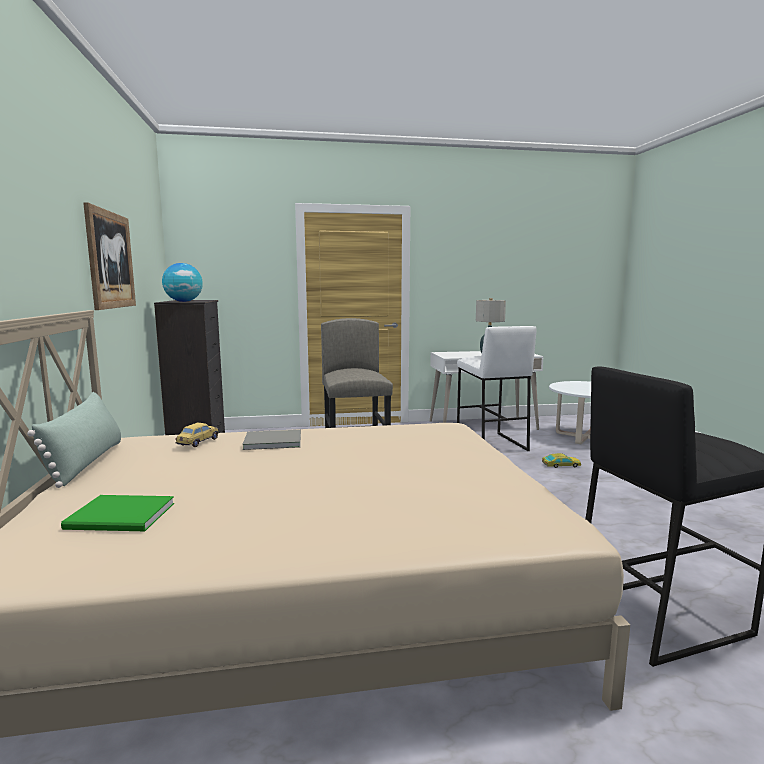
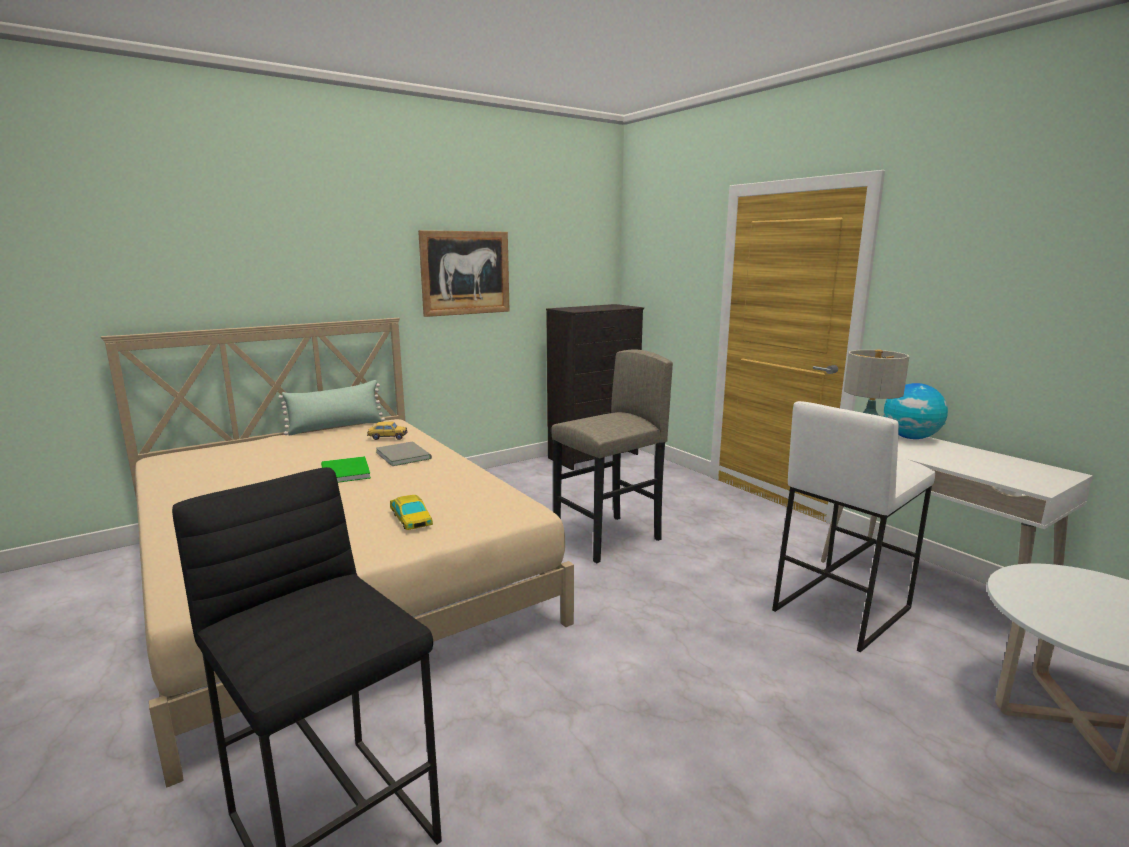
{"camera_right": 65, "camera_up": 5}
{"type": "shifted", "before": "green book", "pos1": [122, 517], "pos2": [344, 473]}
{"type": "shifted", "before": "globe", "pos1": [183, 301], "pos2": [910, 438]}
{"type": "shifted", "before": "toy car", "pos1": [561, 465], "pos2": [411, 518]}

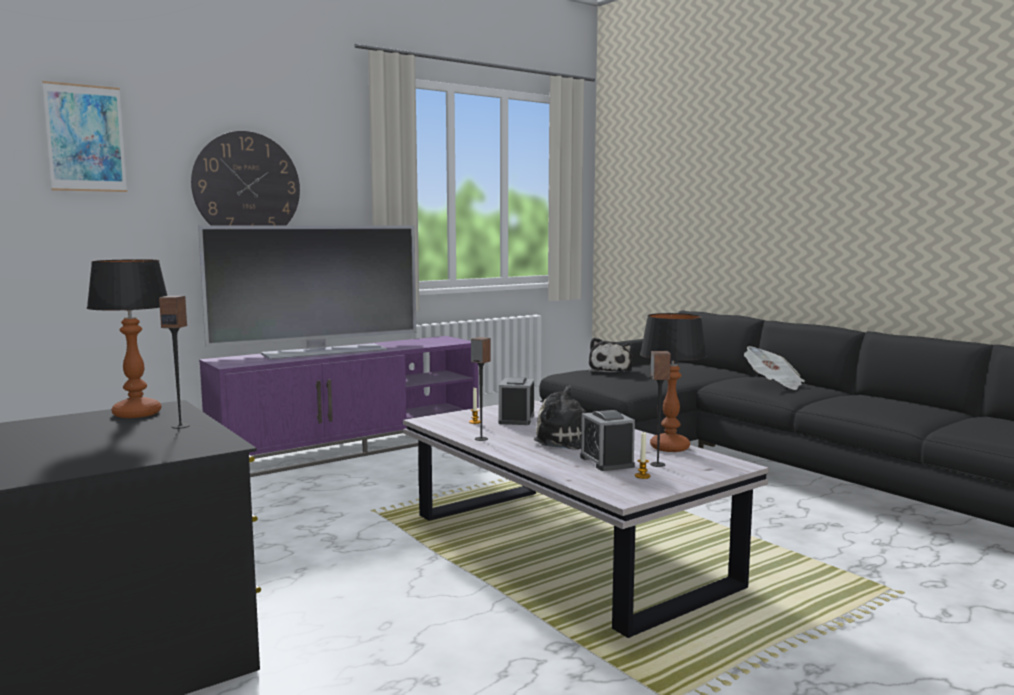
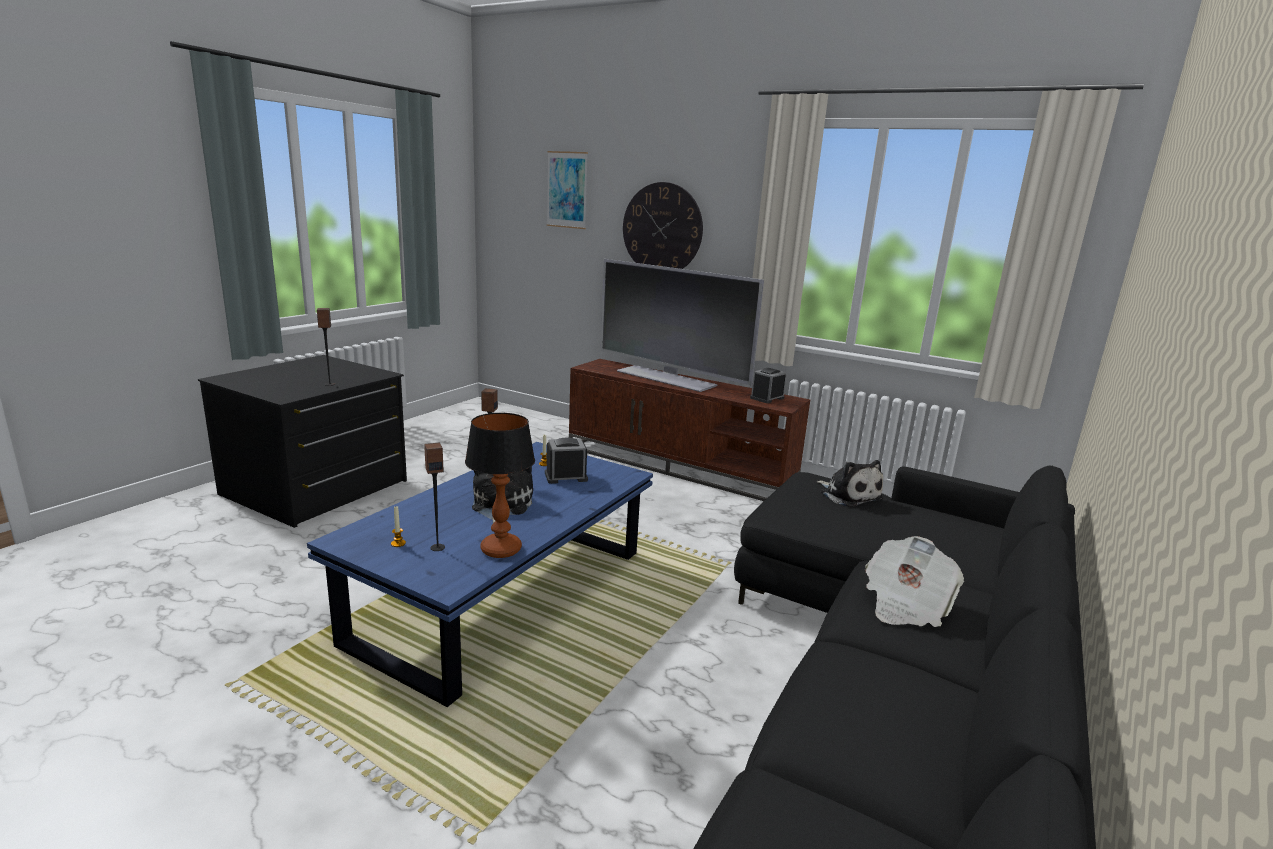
{"camera_right": 65, "camera_up": 10}
{"type": "gone", "before": "table lamp", "pos1": [136, 414]}
{"type": "shifted", "before": "alarm clock", "pos1": [606, 461], "pos2": [767, 398]}
{"type": "repainted", "before": "purple tv stand", "after": "brown tv stand", "pos1": [352, 448], "pos2": [680, 466]}
{"type": "repainted", "before": "white coffee table", "after": "blue coffee table", "pos1": [565, 551], "pos2": [503, 596]}
{"type": "rotated", "before": "plush toy", "pos1": [611, 370], "pos2": [848, 495], "turn": -105}

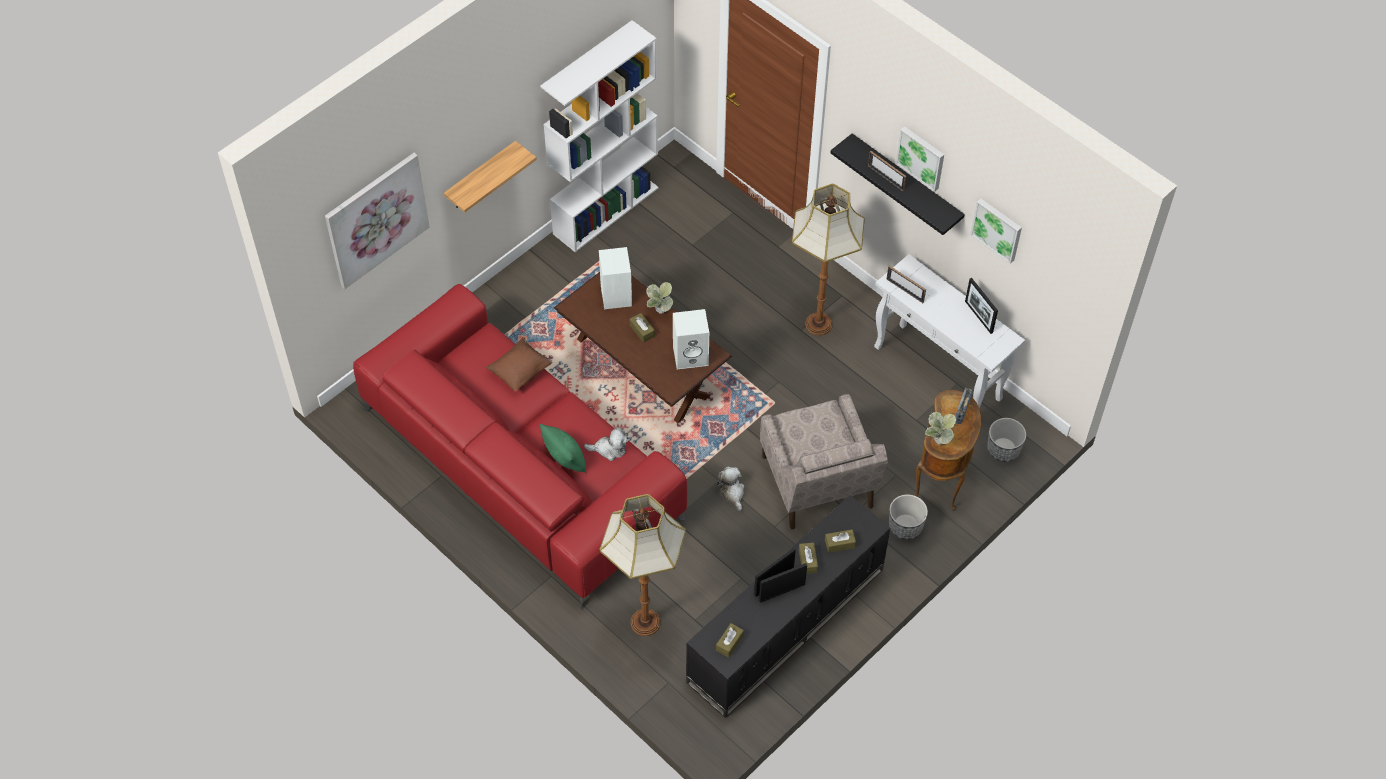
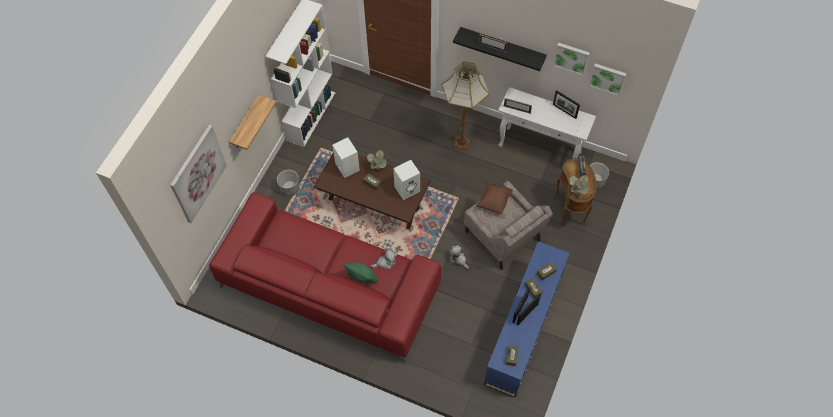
{"camera_right": -20, "camera_up": 5}
{"type": "gone", "before": "floor lamp", "pos1": [644, 623]}
{"type": "shifted", "before": "brown pillow", "pos1": [520, 372], "pos2": [494, 201]}
{"type": "shifted", "before": "planter", "pos1": [905, 526], "pos2": [290, 188]}
{"type": "shifted", "before": "picture", "pos1": [921, 157], "pos2": [607, 78]}
{"type": "repainted", "before": "black tv stand", "after": "blue tv stand", "pos1": [786, 627], "pos2": [524, 329]}

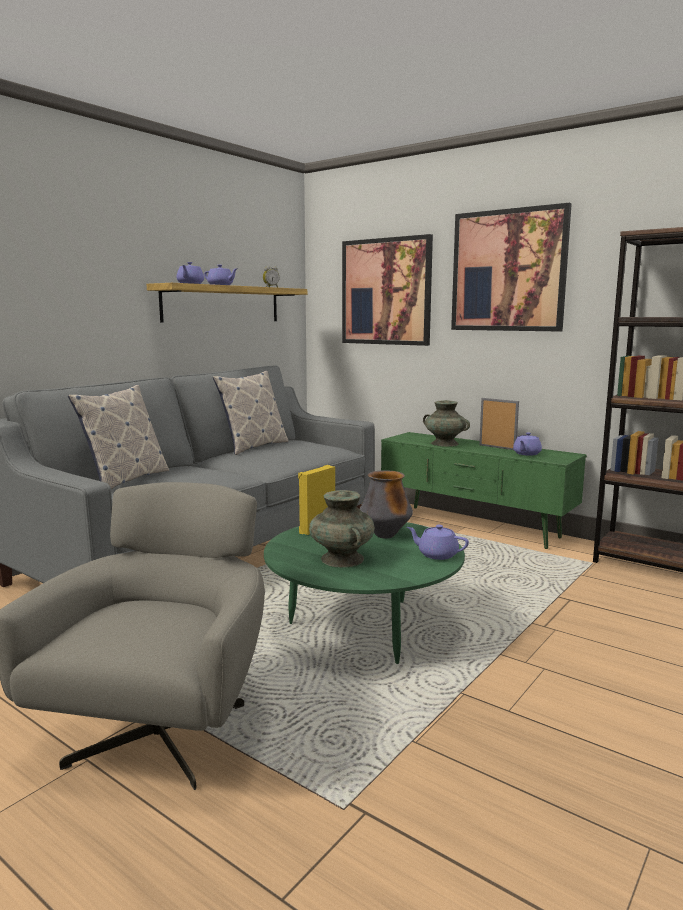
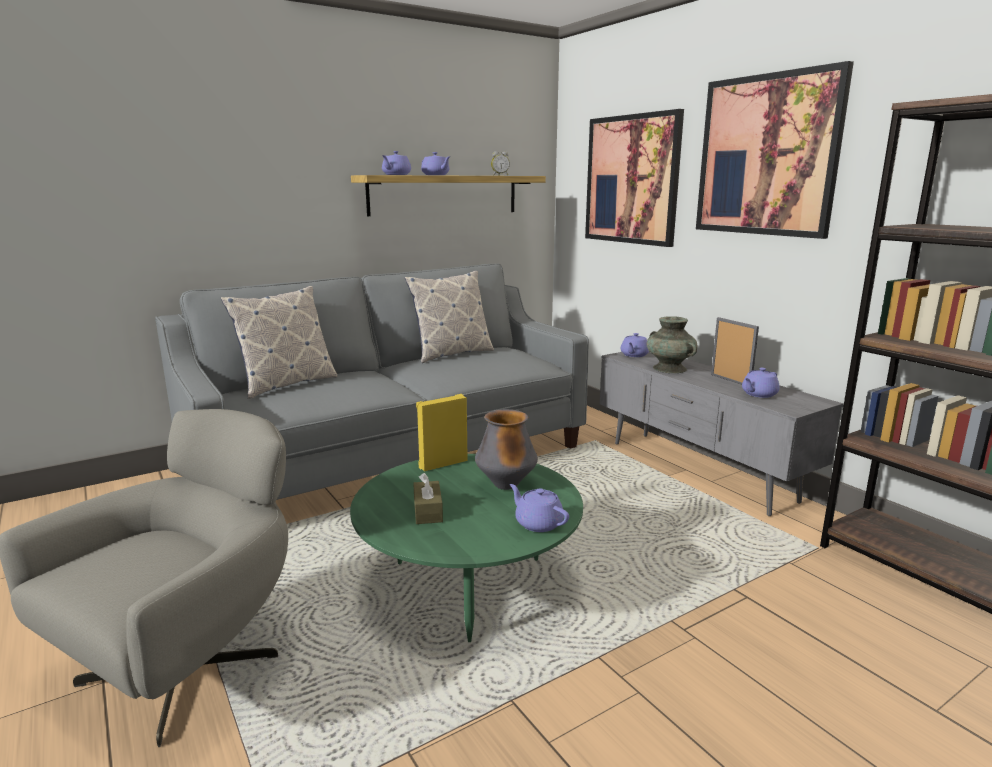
{"camera_right": 20, "camera_up": 5}
{"type": "new", "after": "purple teapot", "pos2": [634, 355]}
{"type": "swapped", "before": "turquoise vase", "after": "brown tissue box", "pos1": [342, 559], "pos2": [428, 511]}
{"type": "repainted", "before": "green tv stand", "after": "grey tv stand", "pos1": [474, 527], "pos2": [697, 471]}

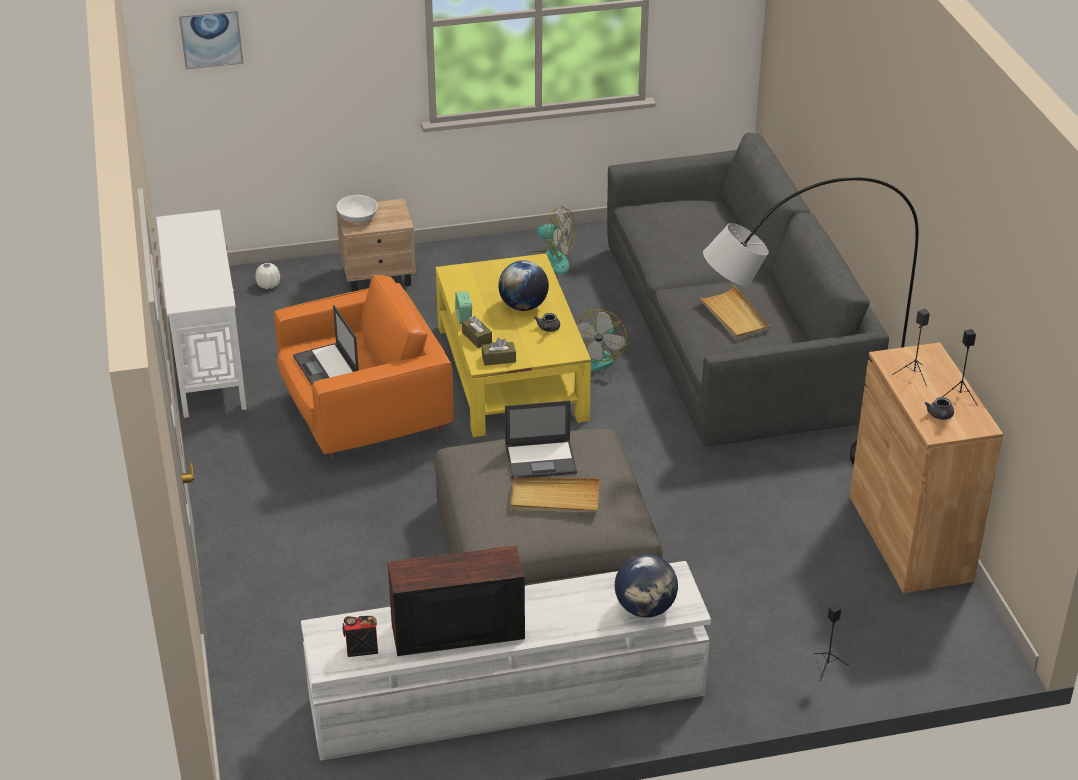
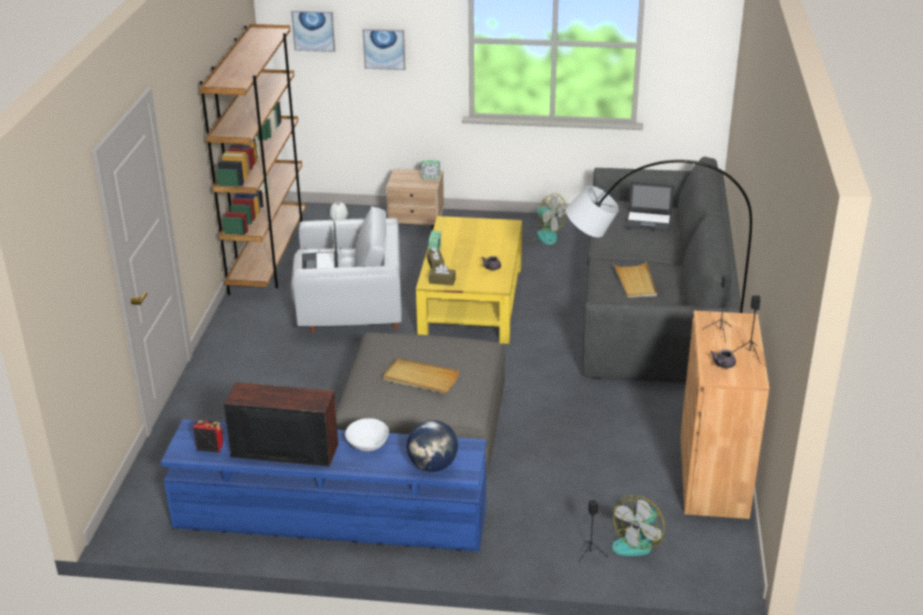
{"camera_right": 20, "camera_up": -5}
{"type": "gone", "before": "globe", "pos1": [523, 306]}
{"type": "new", "after": "picture", "pos2": [384, 48]}
{"type": "new", "after": "alarm clock", "pos2": [430, 177]}
{"type": "shifted", "before": "white bowl", "pos1": [357, 218], "pos2": [367, 444]}
{"type": "shifted", "before": "laptop", "pos1": [541, 459], "pos2": [649, 221]}
{"type": "shifted", "before": "fan", "pos1": [597, 357], "pos2": [638, 541]}
{"type": "swapped", "before": "white console table", "after": "brown bookcase", "pos1": [209, 362], "pos2": [269, 258]}
{"type": "repainted", "before": "orange armchair", "after": "white armchair", "pos1": [364, 417], "pos2": [349, 311]}
{"type": "repainted", "before": "white tv stand", "after": "blue tv stand", "pos1": [507, 698], "pos2": [331, 518]}

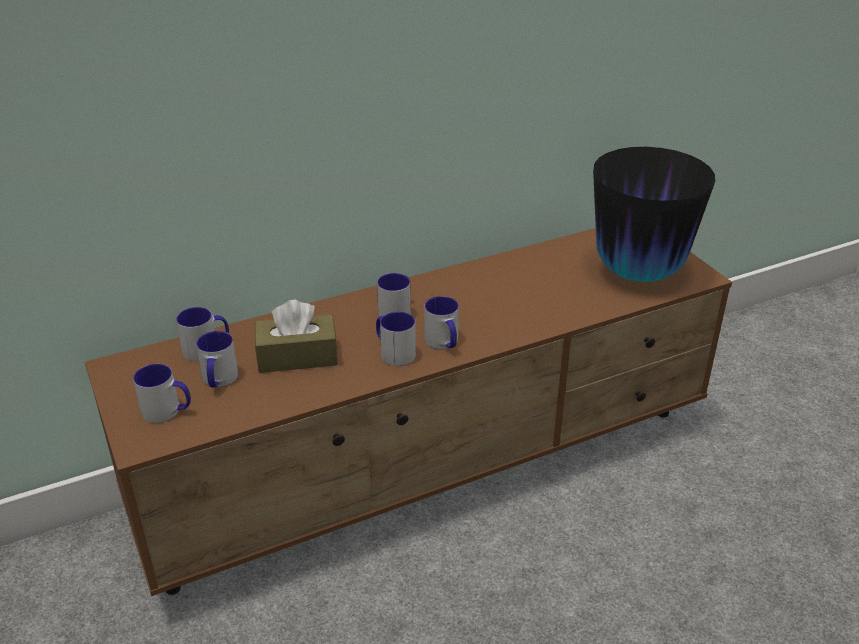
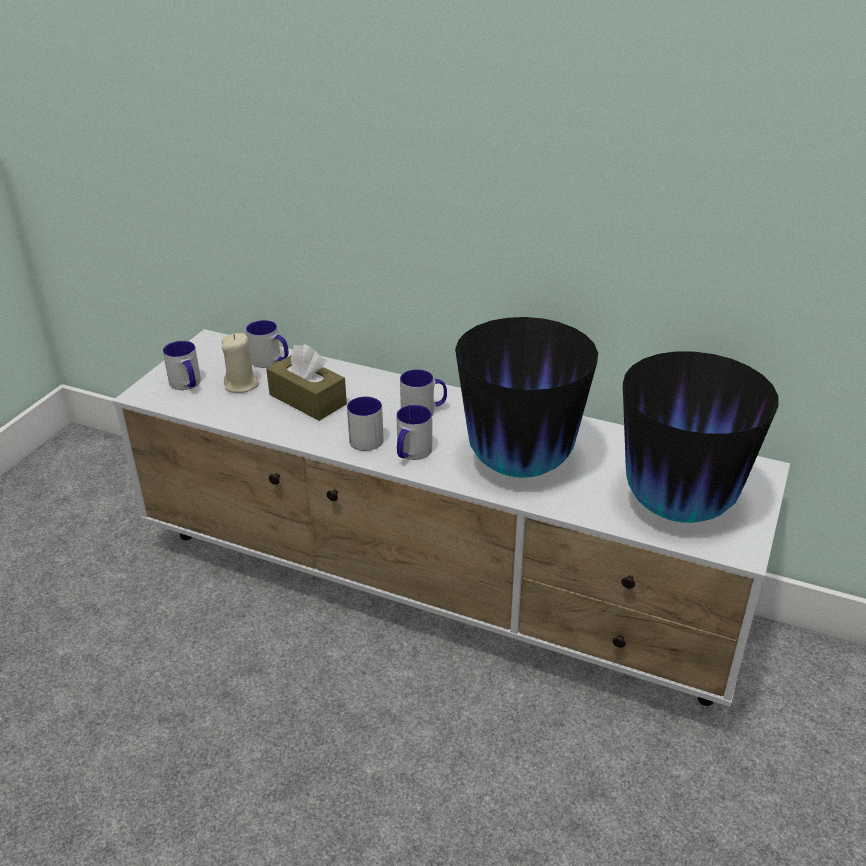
{"camera_right": 50, "camera_up": 0}
{"type": "new", "after": "vase", "pos2": [519, 464]}
{"type": "swapped", "before": "mug", "after": "beige candle", "pos1": [218, 380], "pos2": [241, 384]}
{"type": "repainted", "before": "brown tv stand", "after": "white tv stand", "pos1": [432, 470], "pos2": [437, 589]}

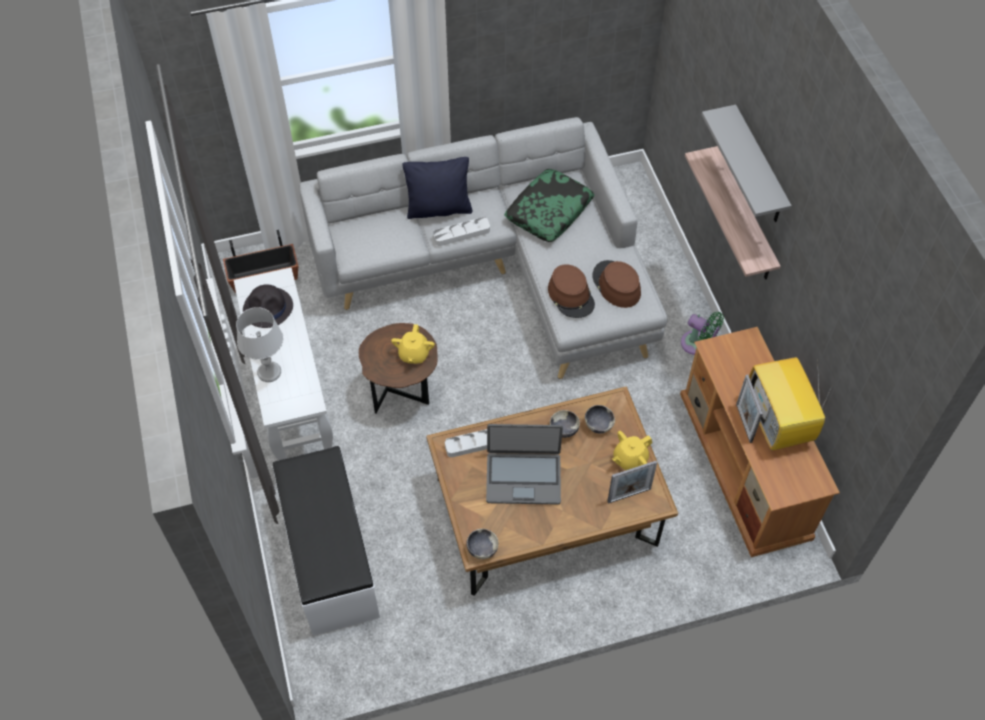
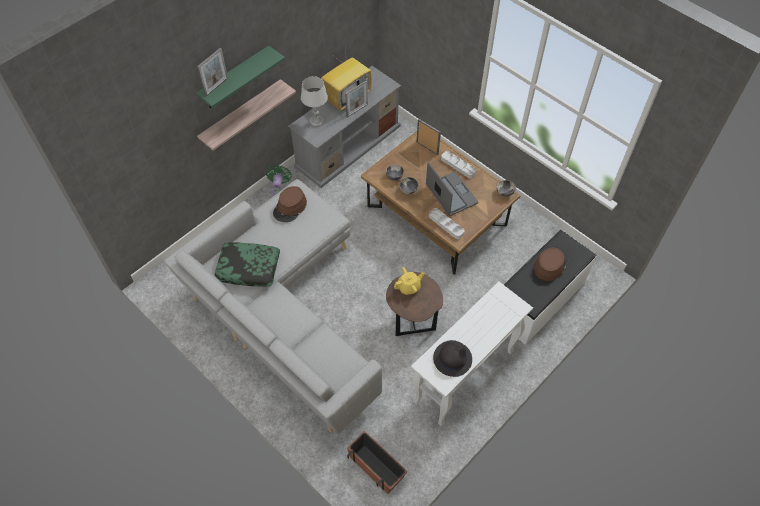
{"camera_right": -120, "camera_up": 0}
{"type": "gone", "before": "black pillow", "pos1": [439, 209]}
{"type": "gone", "before": "yellow teapot", "pos1": [629, 459]}
{"type": "new", "after": "picture frame", "pos2": [216, 87]}
{"type": "shifted", "before": "grey table lamp", "pos1": [269, 372], "pos2": [316, 121]}
{"type": "shifted", "before": "grey tray", "pos1": [461, 233], "pos2": [458, 166]}
{"type": "shifted", "before": "brown hat", "pos1": [571, 296], "pos2": [550, 263]}
{"type": "repainted", "before": "brown tv stand", "after": "grey tv stand", "pos1": [746, 465], "pos2": [348, 145]}
{"type": "repainted", "before": "grey shelf", "after": "green shelf", "pos1": [759, 168], "pos2": [235, 79]}

